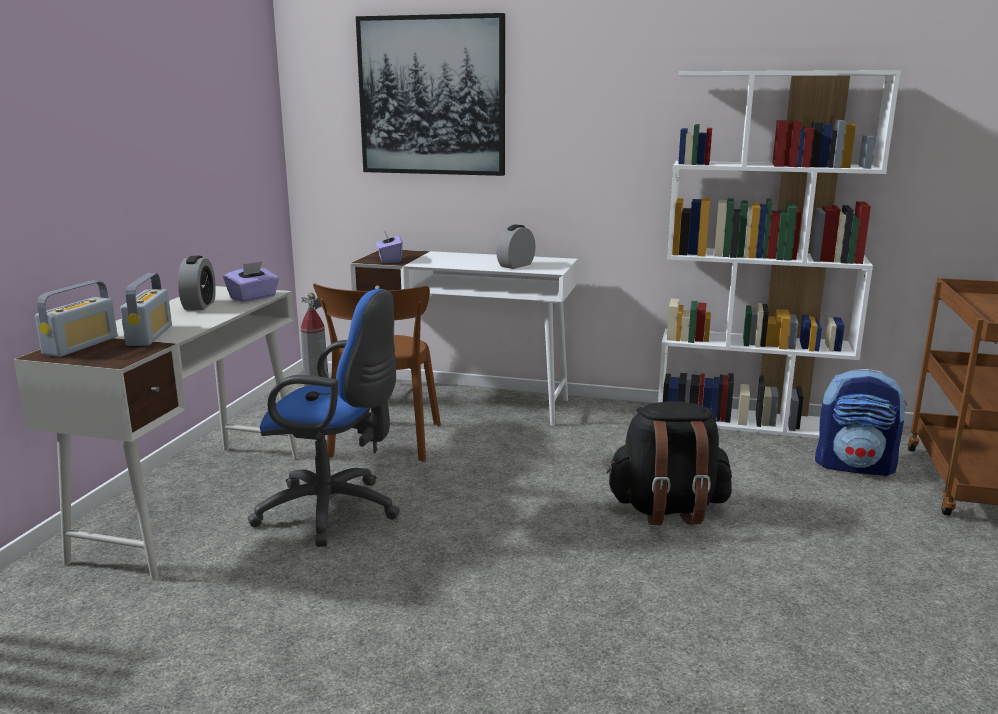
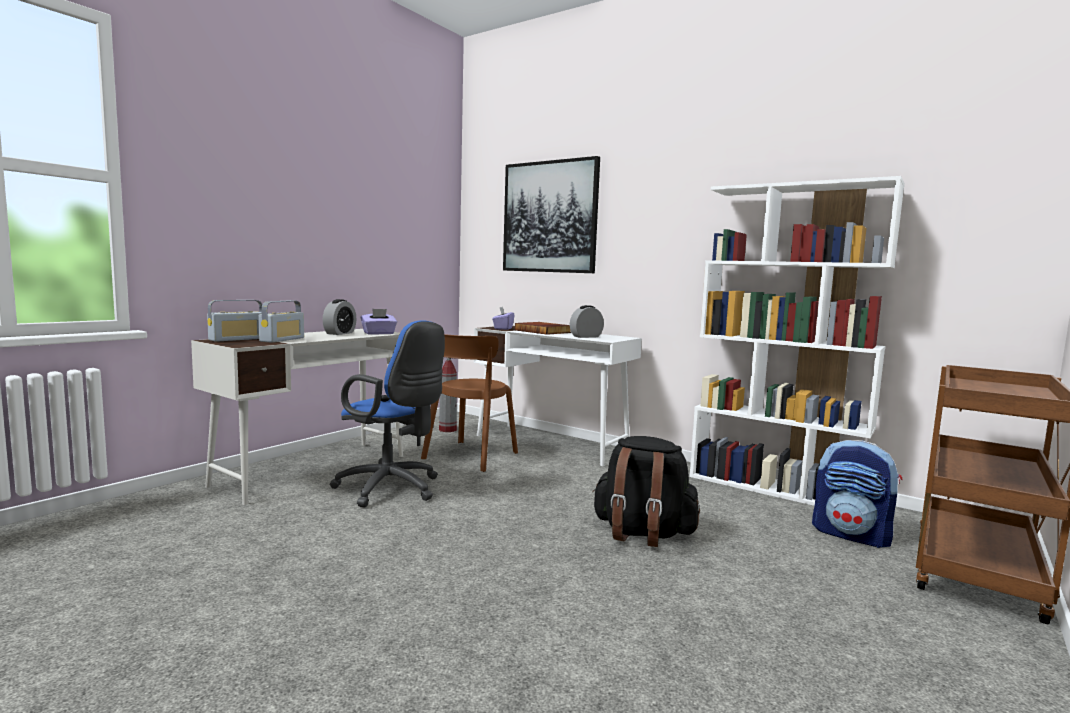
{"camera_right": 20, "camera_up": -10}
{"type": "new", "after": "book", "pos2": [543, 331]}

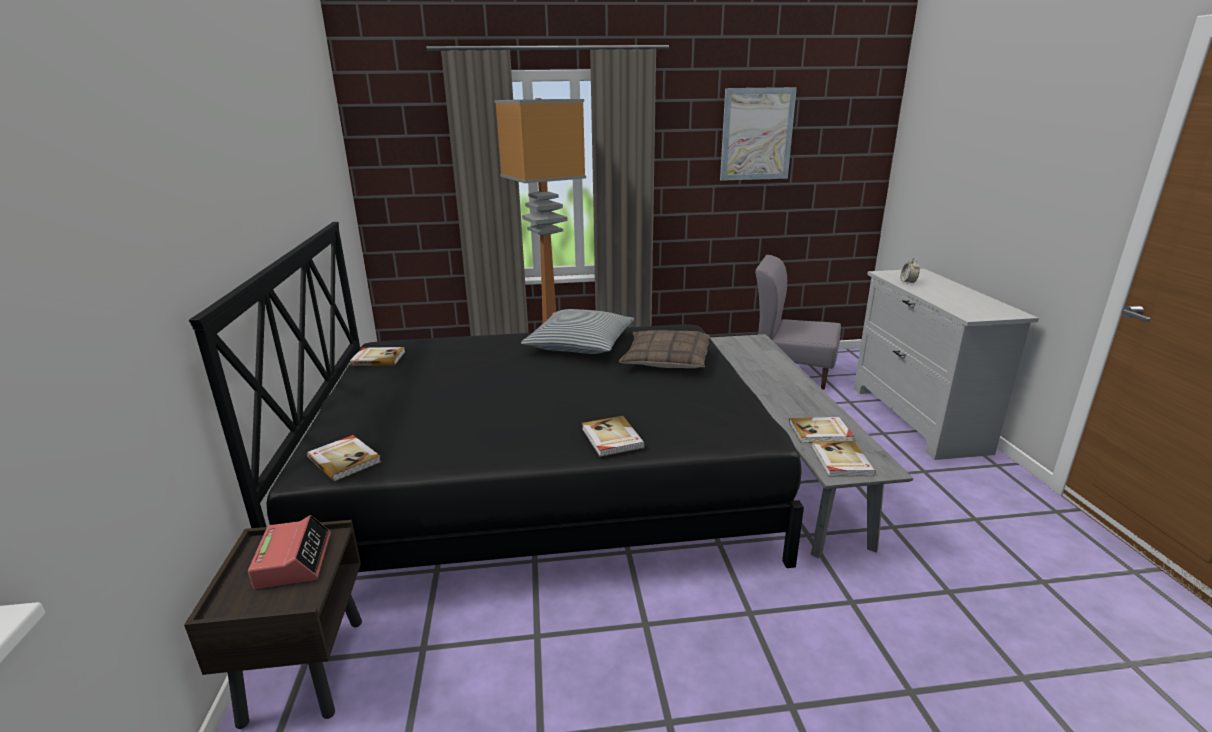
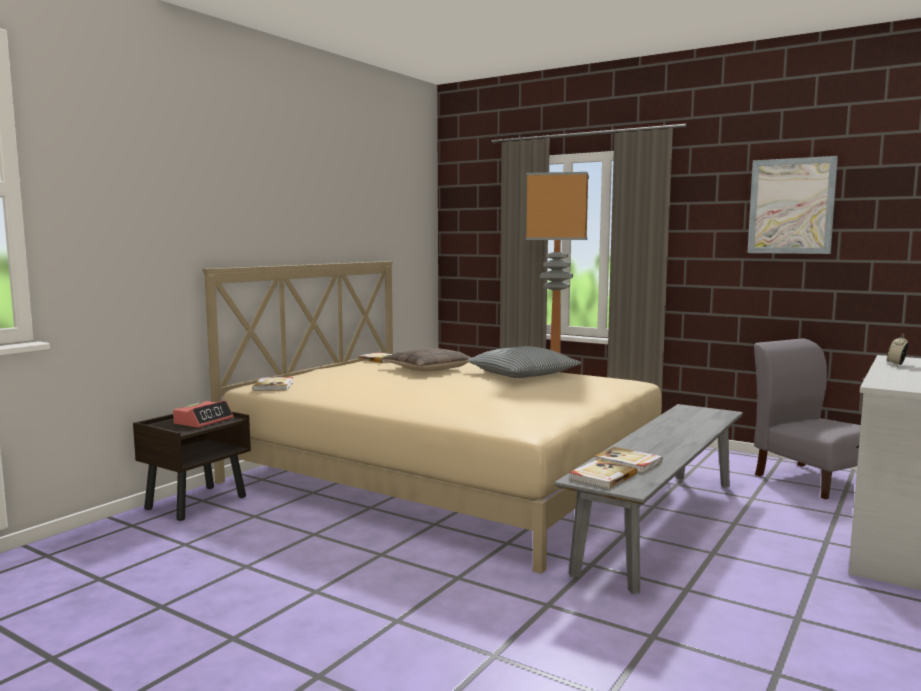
{"camera_right": 40, "camera_up": -15}
{"type": "gone", "before": "book", "pos1": [611, 438]}
{"type": "shifted", "before": "pillow", "pos1": [666, 359], "pos2": [427, 369]}
{"type": "repainted", "before": "black bed", "after": "beige bed", "pos1": [541, 481], "pos2": [443, 477]}

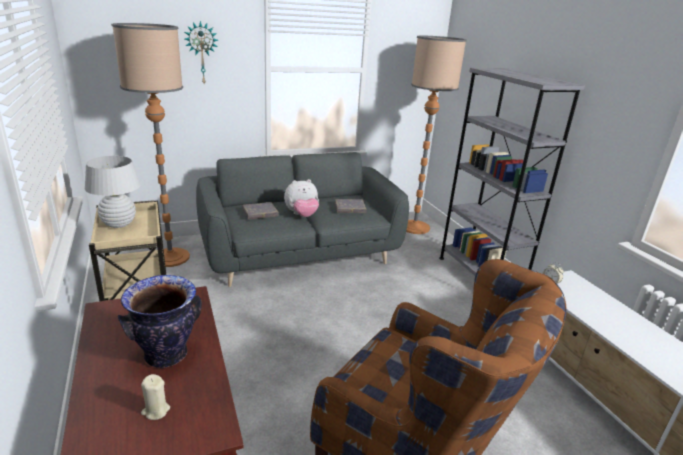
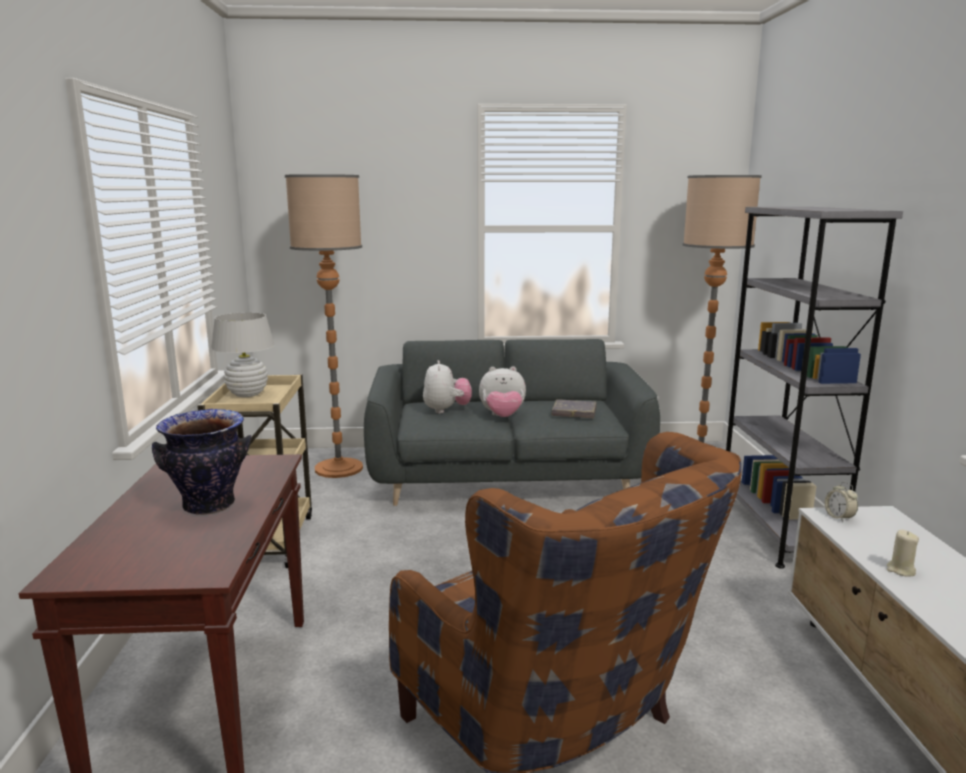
{"camera_right": 20, "camera_up": -10}
{"type": "gone", "before": "wall clock", "pos1": [201, 53]}
{"type": "shifted", "before": "beige candle", "pos1": [155, 410], "pos2": [900, 570]}
{"type": "swapped", "before": "grey book", "after": "plush toy", "pos1": [260, 213], "pos2": [446, 410]}

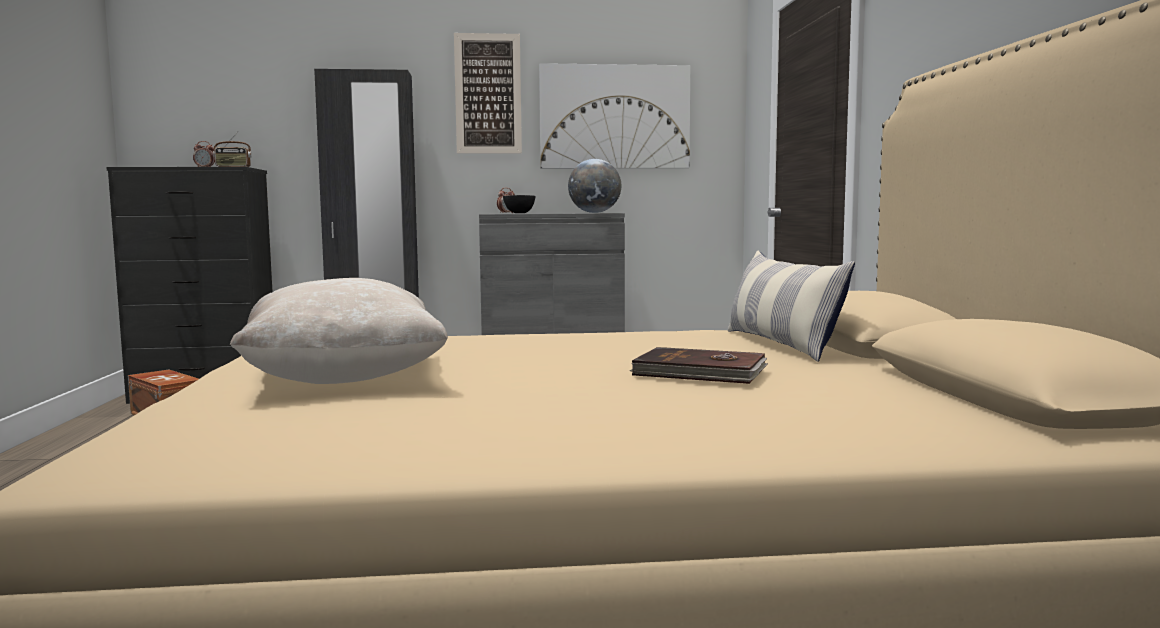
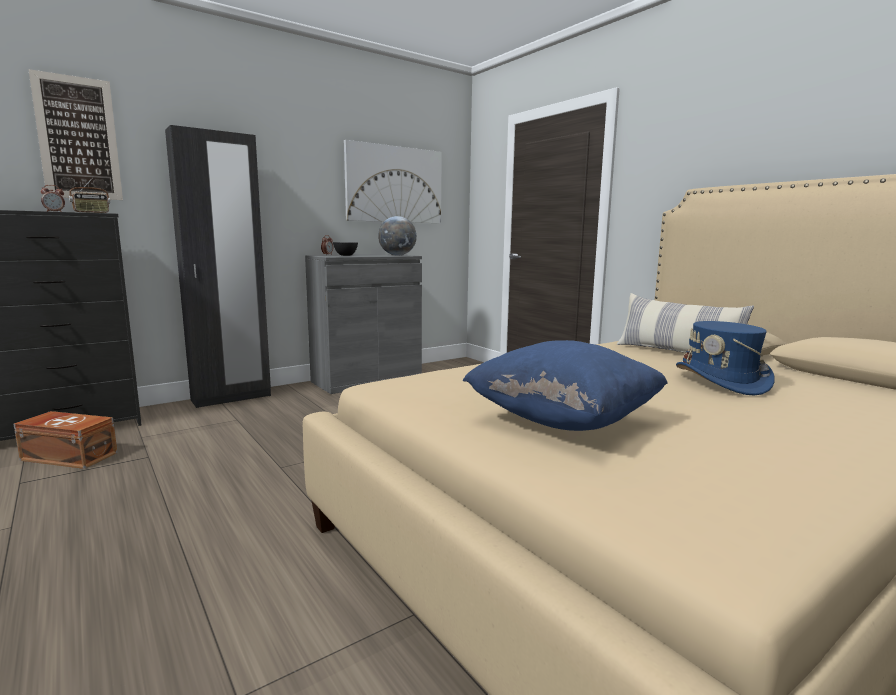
{"camera_right": -30, "camera_up": 5}
{"type": "shifted", "before": "picture", "pos1": [488, 94], "pos2": [78, 138]}
{"type": "swapped", "before": "brown book", "after": "blue hat", "pos1": [700, 372], "pos2": [722, 381]}
{"type": "repainted", "before": "beige pillow", "after": "blue pillow", "pos1": [344, 379], "pos2": [564, 420]}

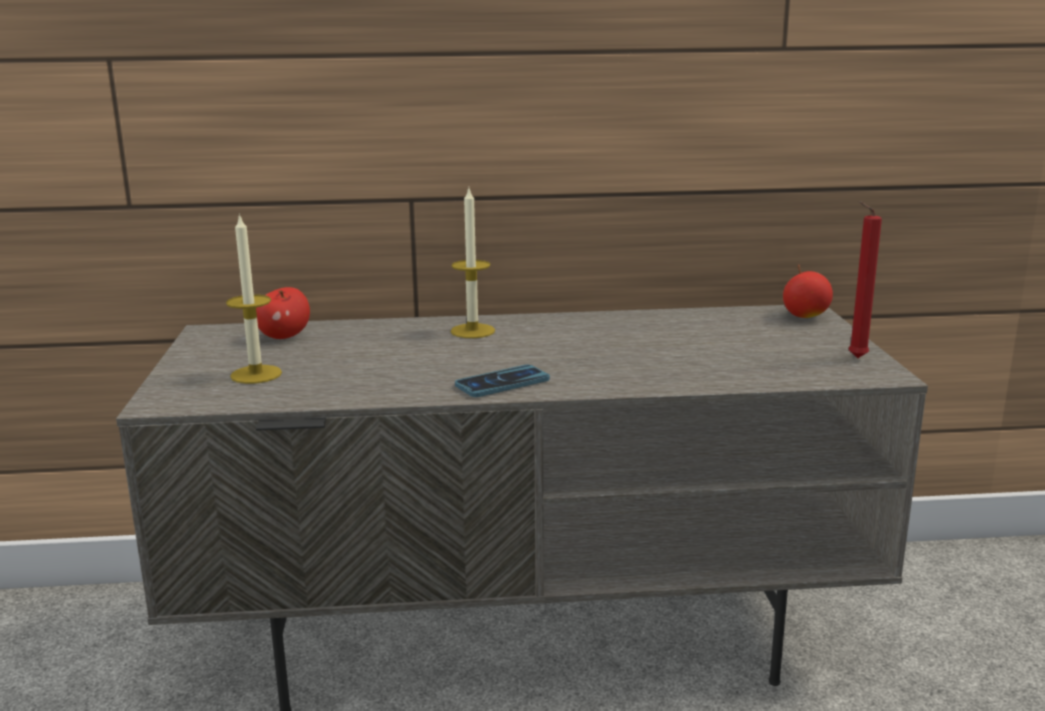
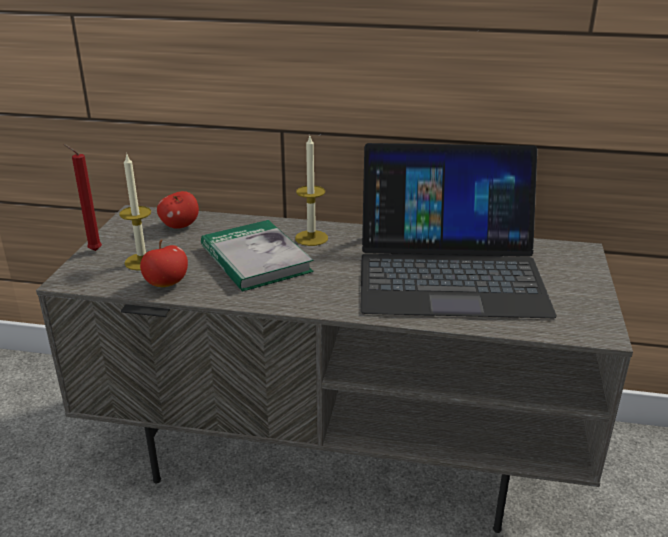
{"camera_right": 15, "camera_up": 10}
{"type": "gone", "before": "phone", "pos1": [502, 383]}
{"type": "new", "after": "book", "pos2": [255, 259]}
{"type": "new", "after": "laptop", "pos2": [449, 271]}
{"type": "shifted", "before": "apple", "pos1": [805, 316], "pos2": [167, 284]}
{"type": "shifted", "before": "red candle", "pos1": [854, 358], "pos2": [93, 250]}

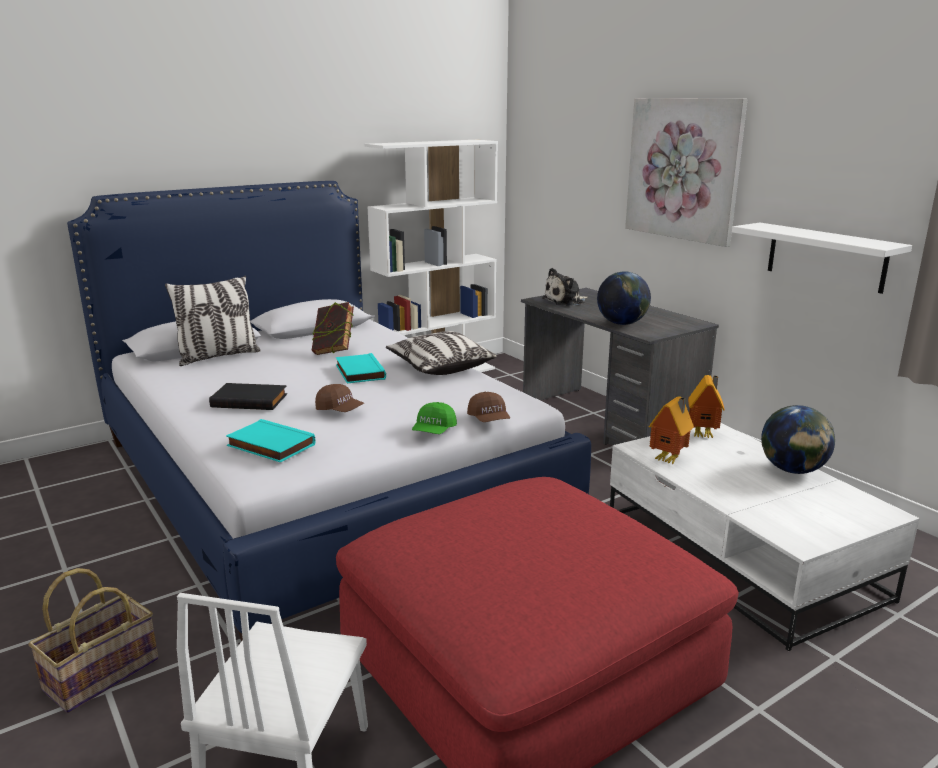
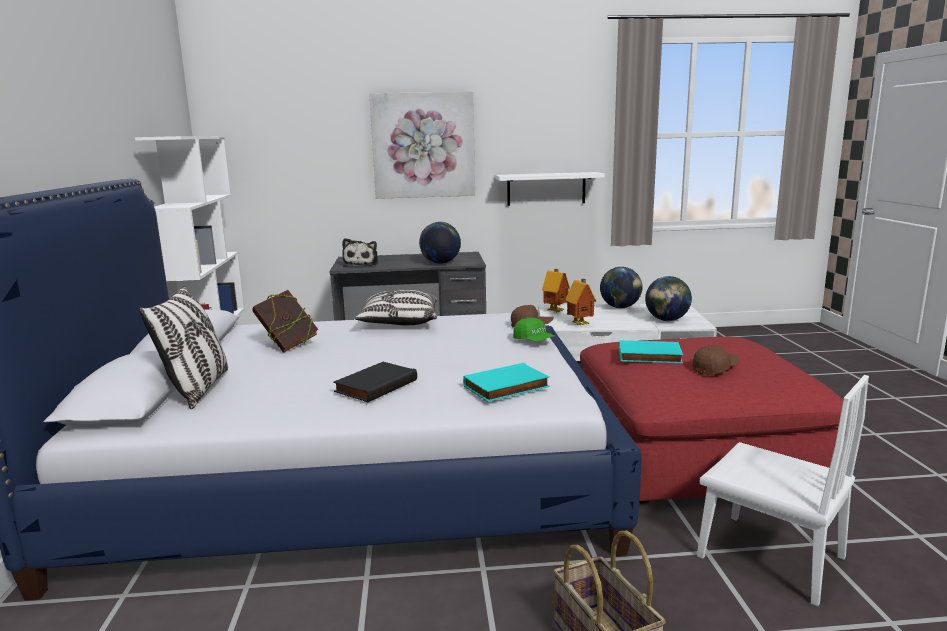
{"camera_right": -60, "camera_up": -5}
{"type": "new", "after": "globe", "pos2": [666, 320]}
{"type": "shifted", "before": "brown cap", "pos1": [340, 410], "pos2": [715, 369]}
{"type": "shifted", "before": "turquoise book", "pos1": [358, 372], "pos2": [649, 356]}

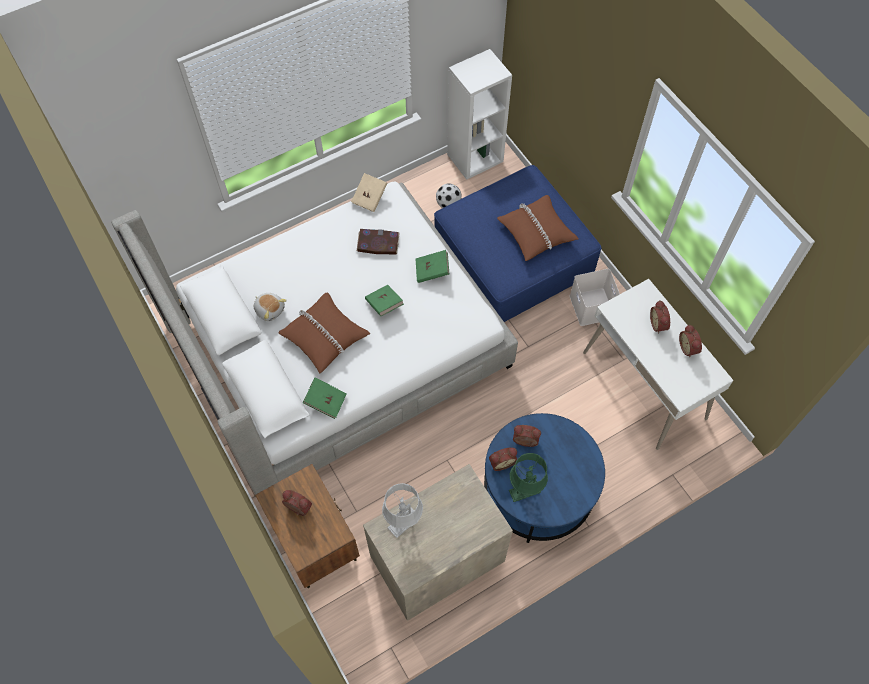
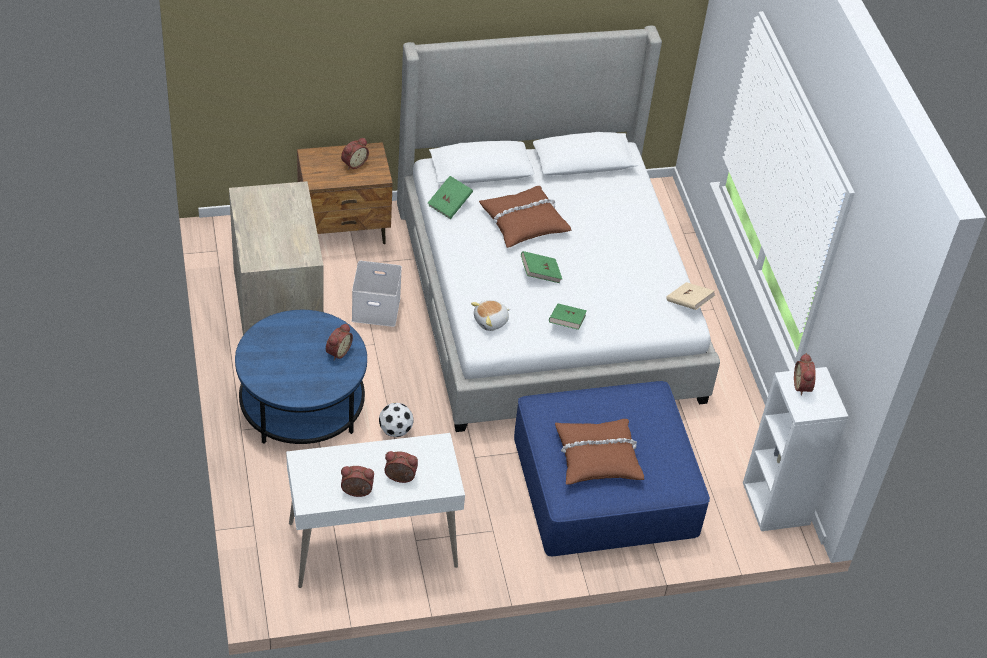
{"camera_right": 105, "camera_up": -15}
{"type": "gone", "before": "book", "pos1": [378, 243]}
{"type": "gone", "before": "grey table lamp", "pos1": [404, 522]}
{"type": "gone", "before": "green table lamp", "pos1": [524, 491]}
{"type": "shifted", "before": "plush toy", "pos1": [270, 309], "pos2": [491, 321]}
{"type": "shifted", "before": "football", "pos1": [448, 203], "pos2": [396, 430]}
{"type": "shifted", "before": "alarm clock", "pos1": [501, 462], "pos2": [803, 386]}
{"type": "shifted", "before": "white storage box", "pos1": [591, 306], "pos2": [377, 308]}

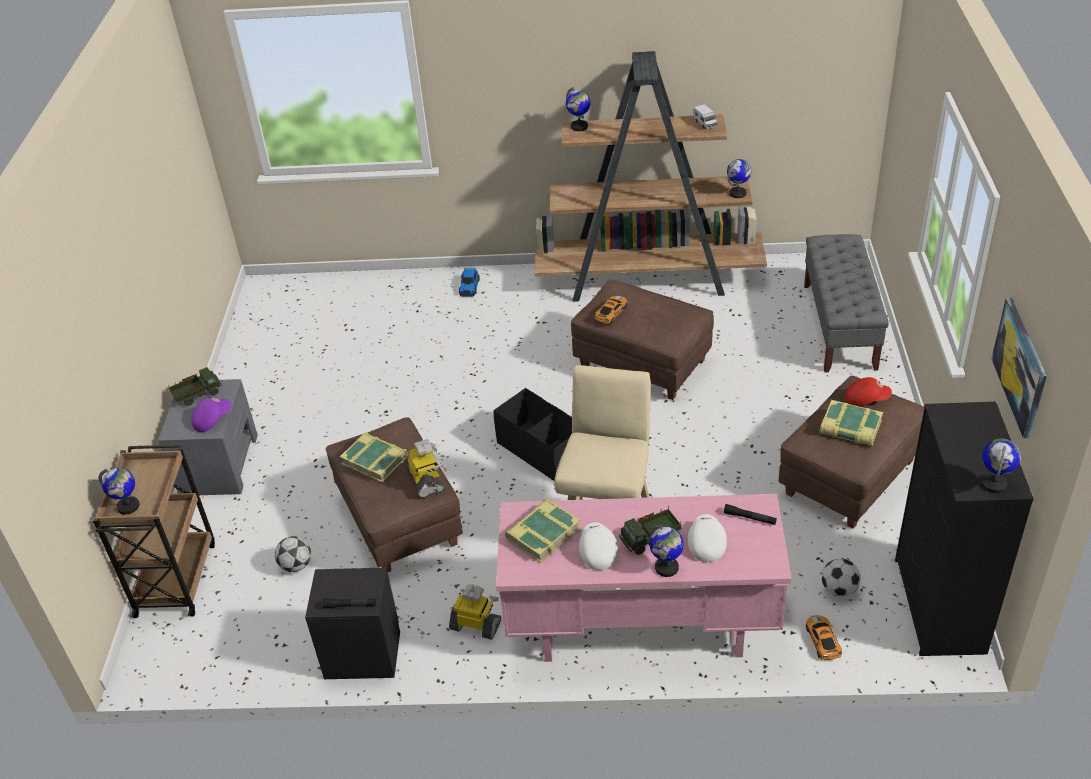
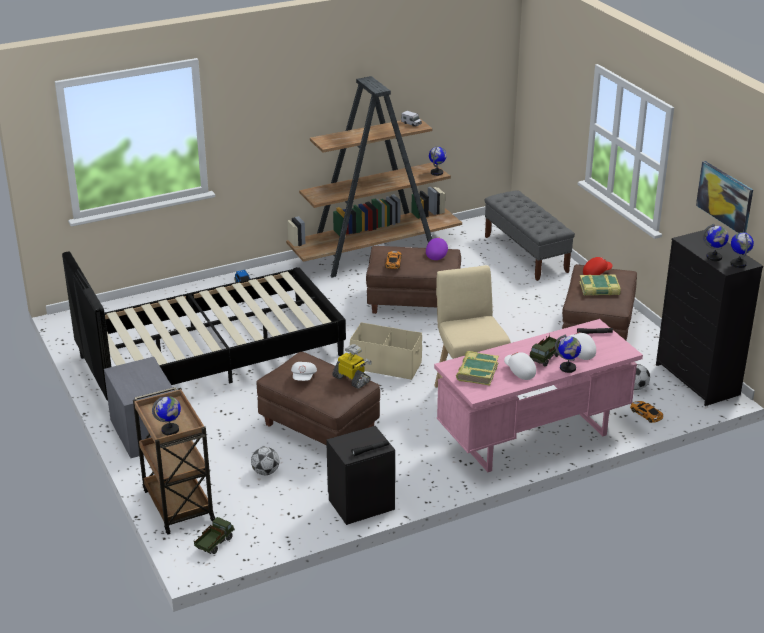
{"camera_right": -30, "camera_up": -10}
{"type": "gone", "before": "toy robot", "pos1": [476, 625]}
{"type": "new", "after": "black bed", "pos2": [211, 356]}
{"type": "shifted", "before": "toy truck", "pos1": [197, 395], "pos2": [214, 544]}
{"type": "shifted", "before": "purple cap", "pos1": [212, 420], "pos2": [436, 253]}
{"type": "shifted", "before": "globe", "pos1": [579, 127], "pos2": [714, 257]}
{"type": "swapped", "before": "book", "after": "white cap", "pos1": [375, 460], "pos2": [304, 377]}
{"type": "repainted", "before": "black storage box", "after": "beige storage box", "pos1": [542, 450], "pos2": [386, 365]}

